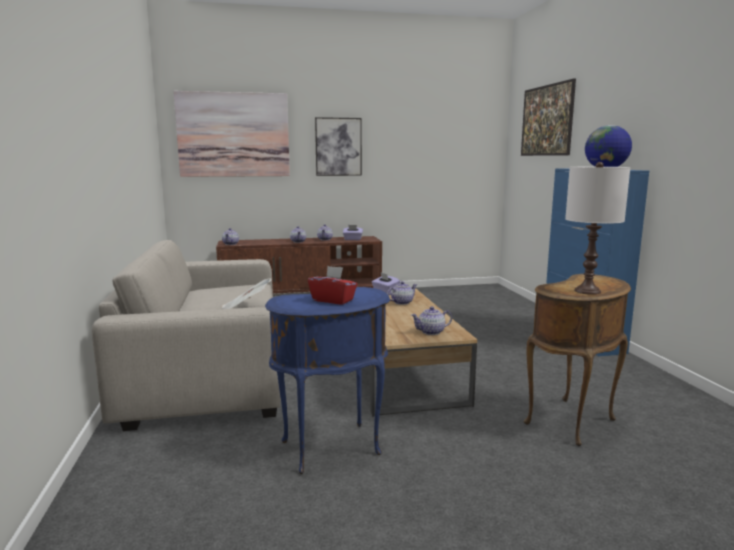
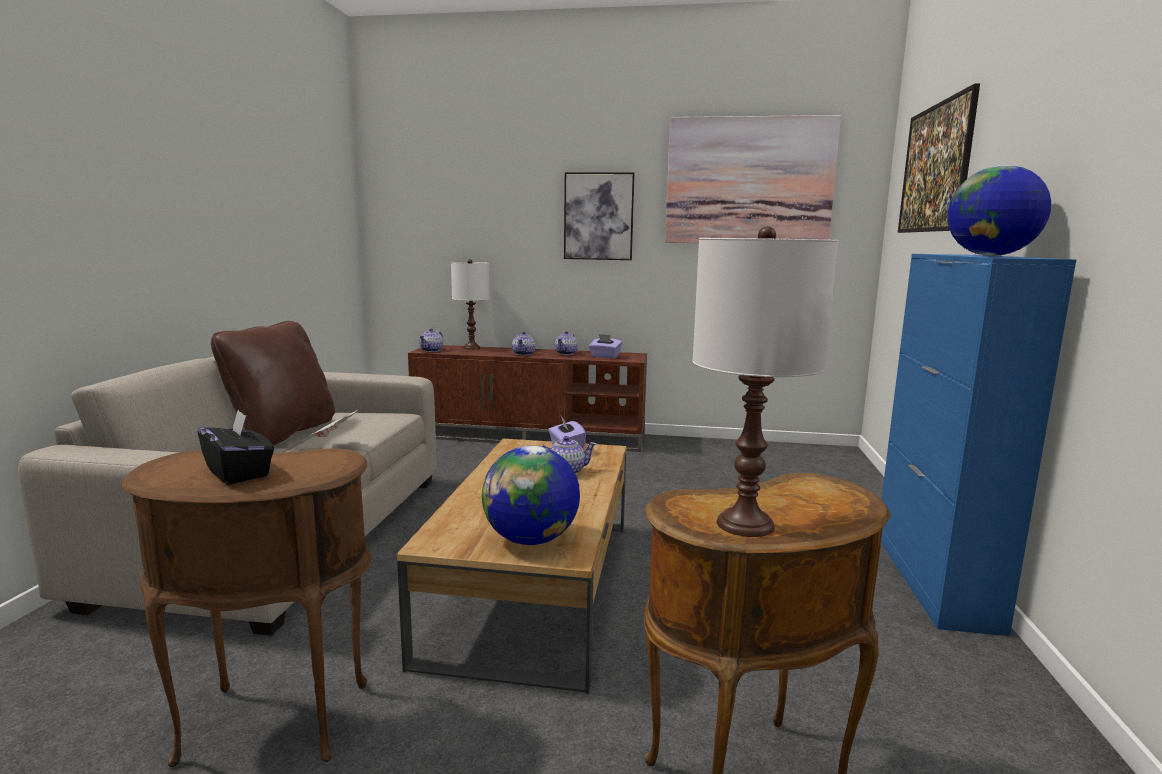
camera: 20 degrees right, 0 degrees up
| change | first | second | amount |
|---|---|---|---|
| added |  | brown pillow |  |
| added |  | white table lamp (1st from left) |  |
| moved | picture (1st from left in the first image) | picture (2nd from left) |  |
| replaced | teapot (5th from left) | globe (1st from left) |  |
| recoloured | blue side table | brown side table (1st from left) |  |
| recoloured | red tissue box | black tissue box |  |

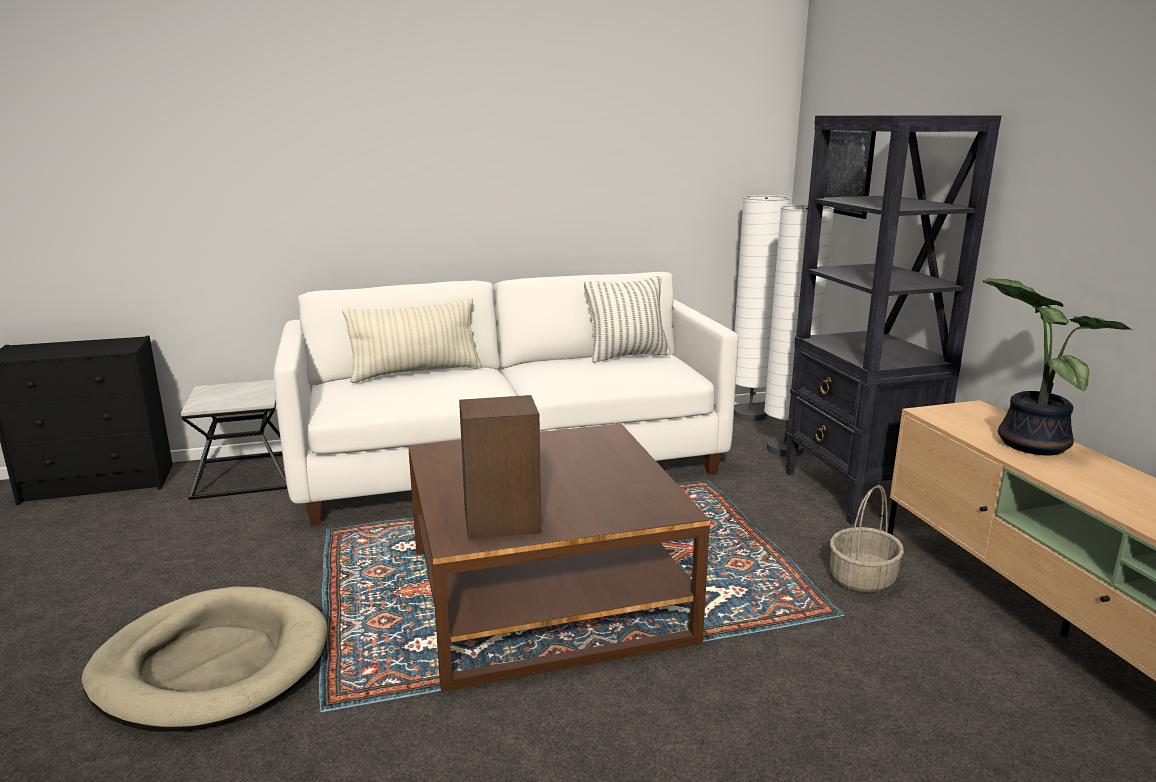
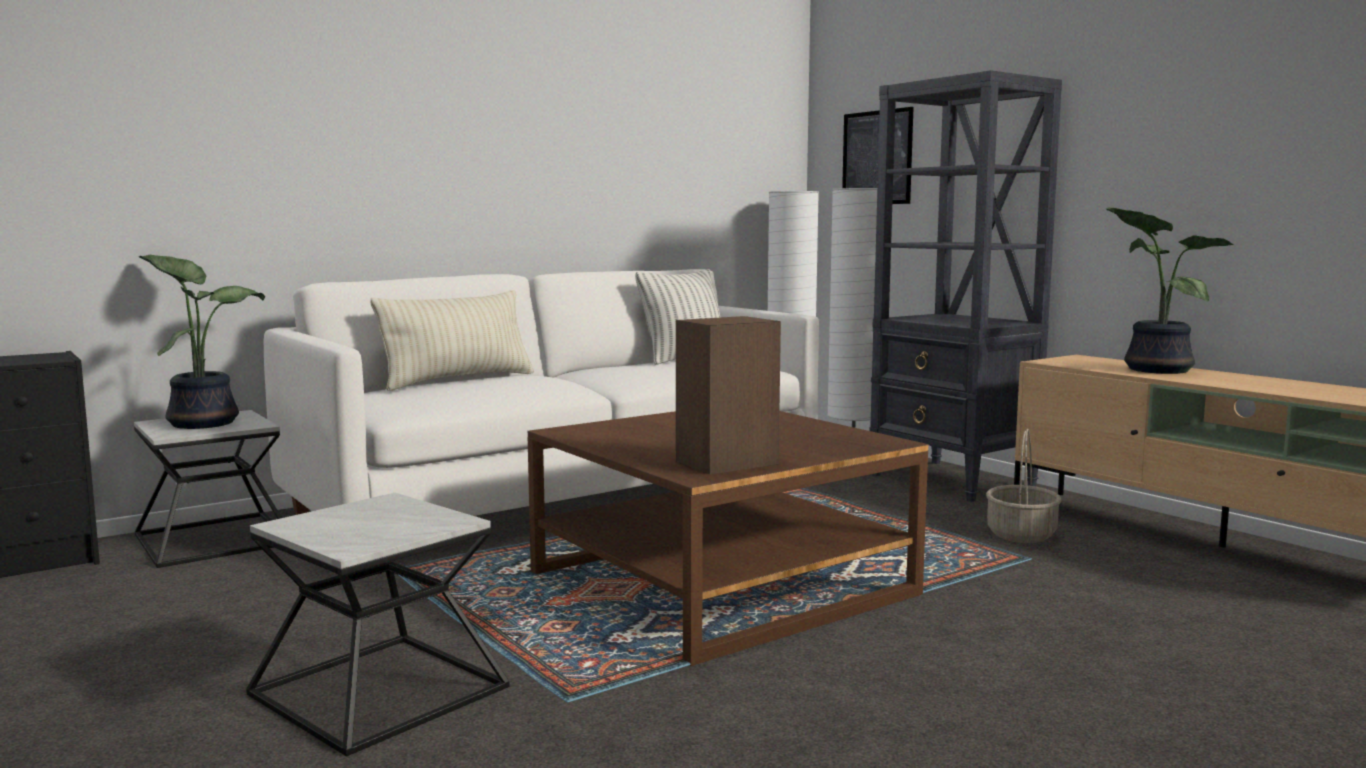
camera: 20 degrees left, 10 degrees down
| change | first | second | amount |
|---|---|---|---|
| added |  | potted plant (1st from left) |  |
| replaced | beige dog bed | side table (2nd from left) |  |

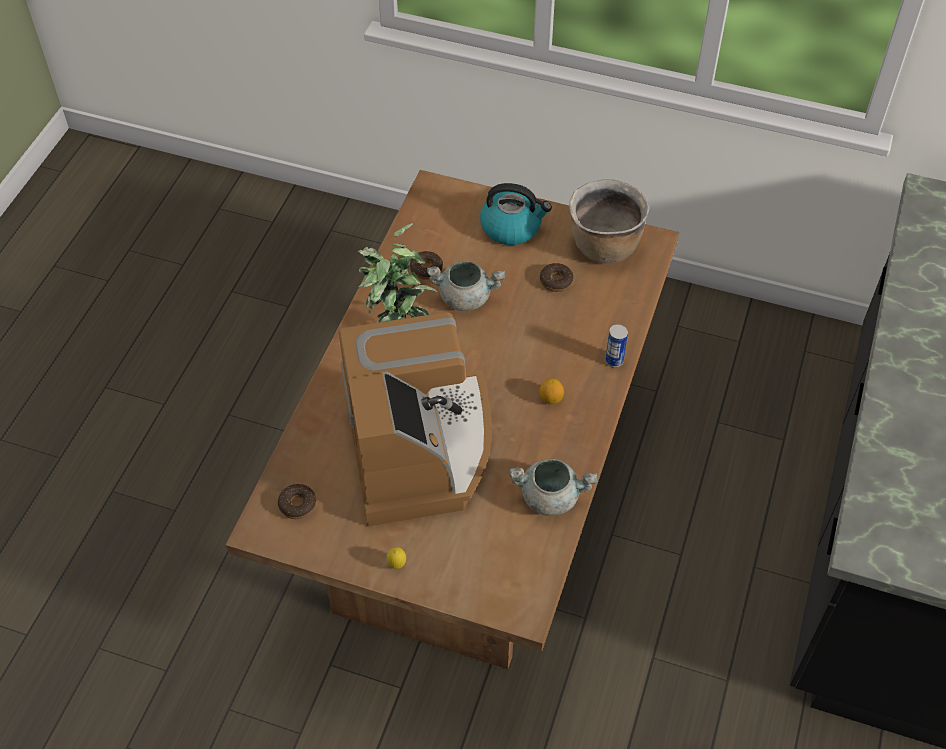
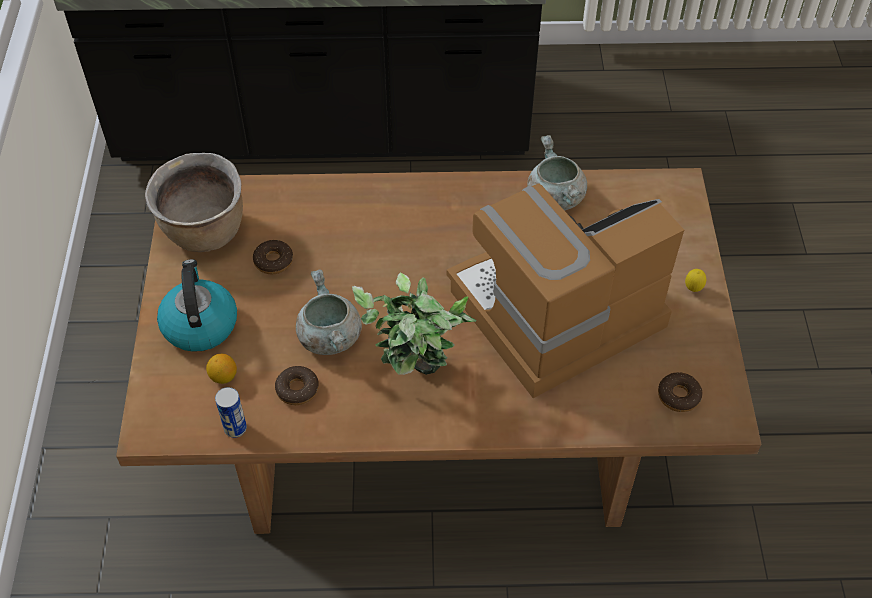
camera: 110 degrees left, 0 degrees up
| change | first | second | amount |
|---|---|---|---|
| moved | lemon (2nd from left in the first image) | lemon (1st from left) |  |
| moved | can |  |  |

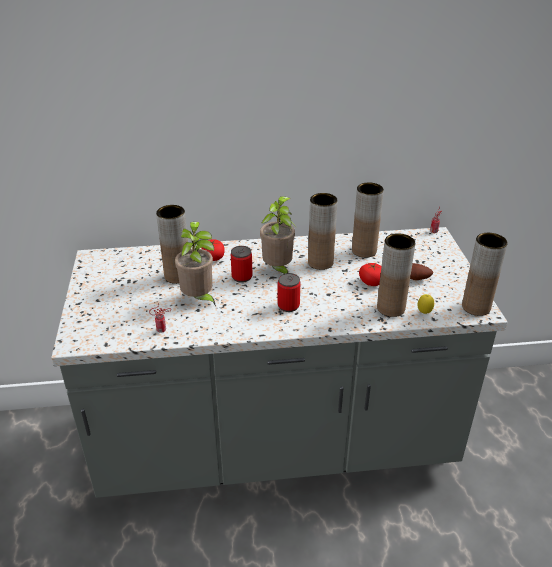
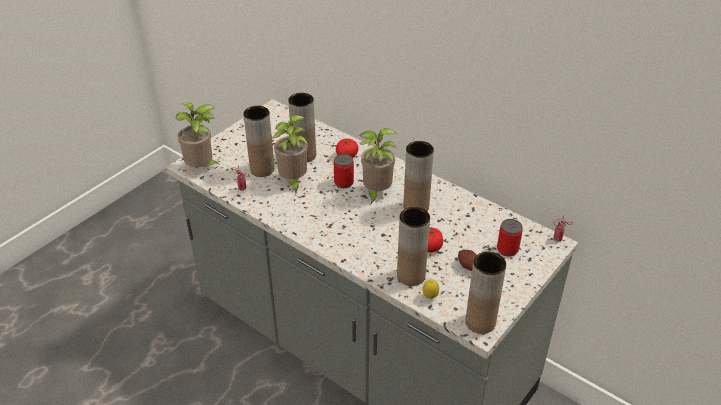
camera: 45 degrees right, 5 degrees up
| change | first | second | amount |
|---|---|---|---|
| added |  | potted plant (1st from left) |  |
| moved | can (3rd from left) |  |  |
| moved | brown vase (3rd from left in the first image) | brown vase (1st from left) |  |

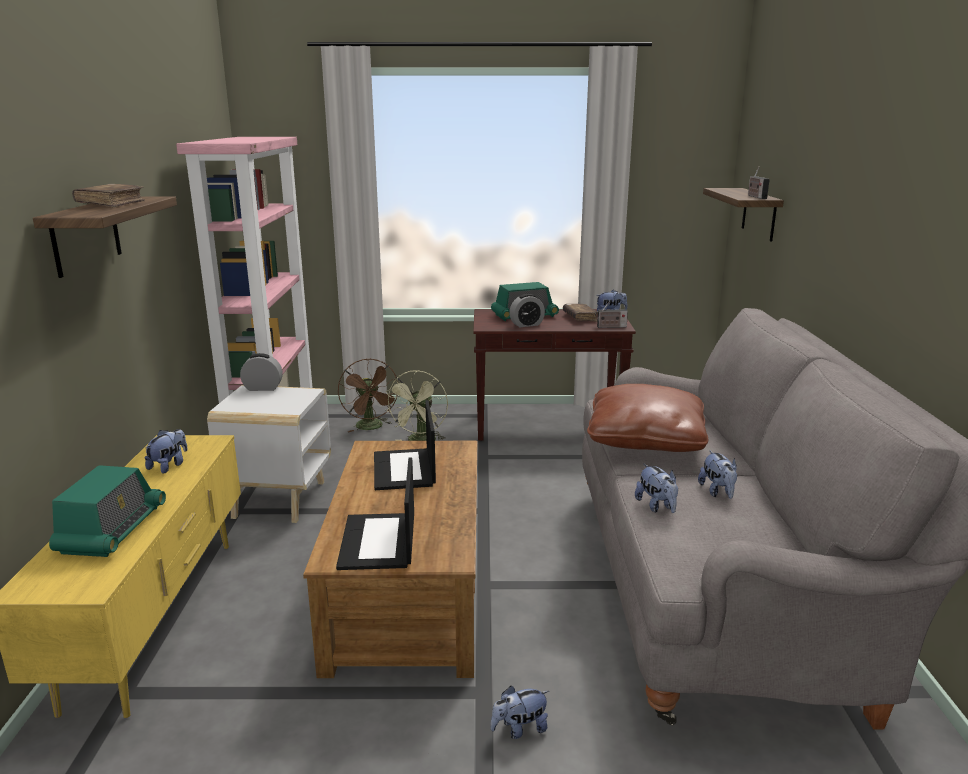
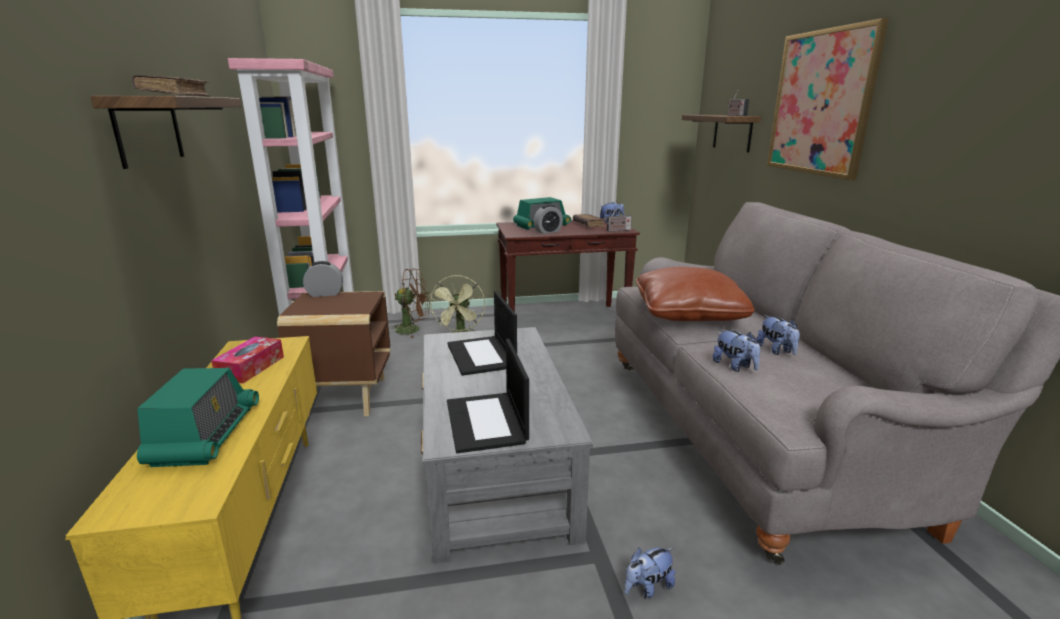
camera: 10 degrees left, 0 degrees up
| change | first | second | amount |
|---|---|---|---|
| added |  | picture |  |
| replaced | plush toy (1st from left) | tissue box |  |
| recoloured | white side table | brown side table |  |
| recoloured | brown coffee table | grey coffee table |  |
| turned | brown fan |  | 60 degrees counterclockwise |

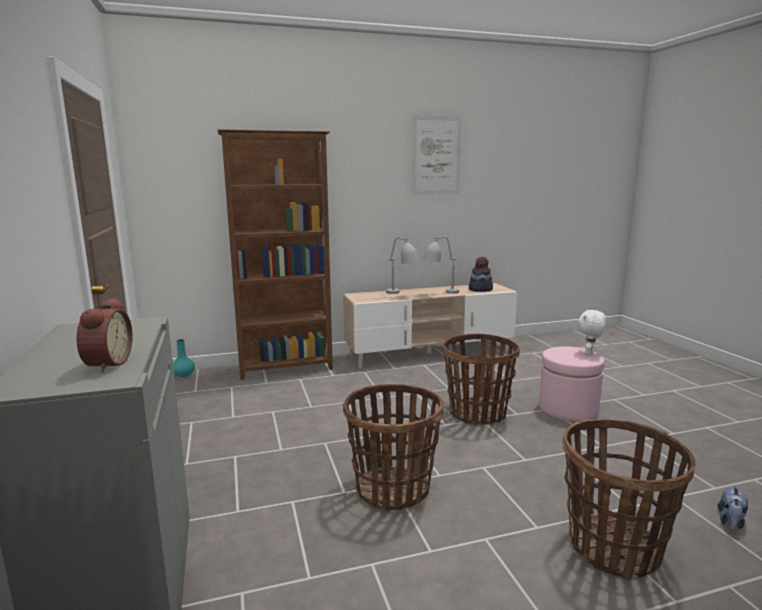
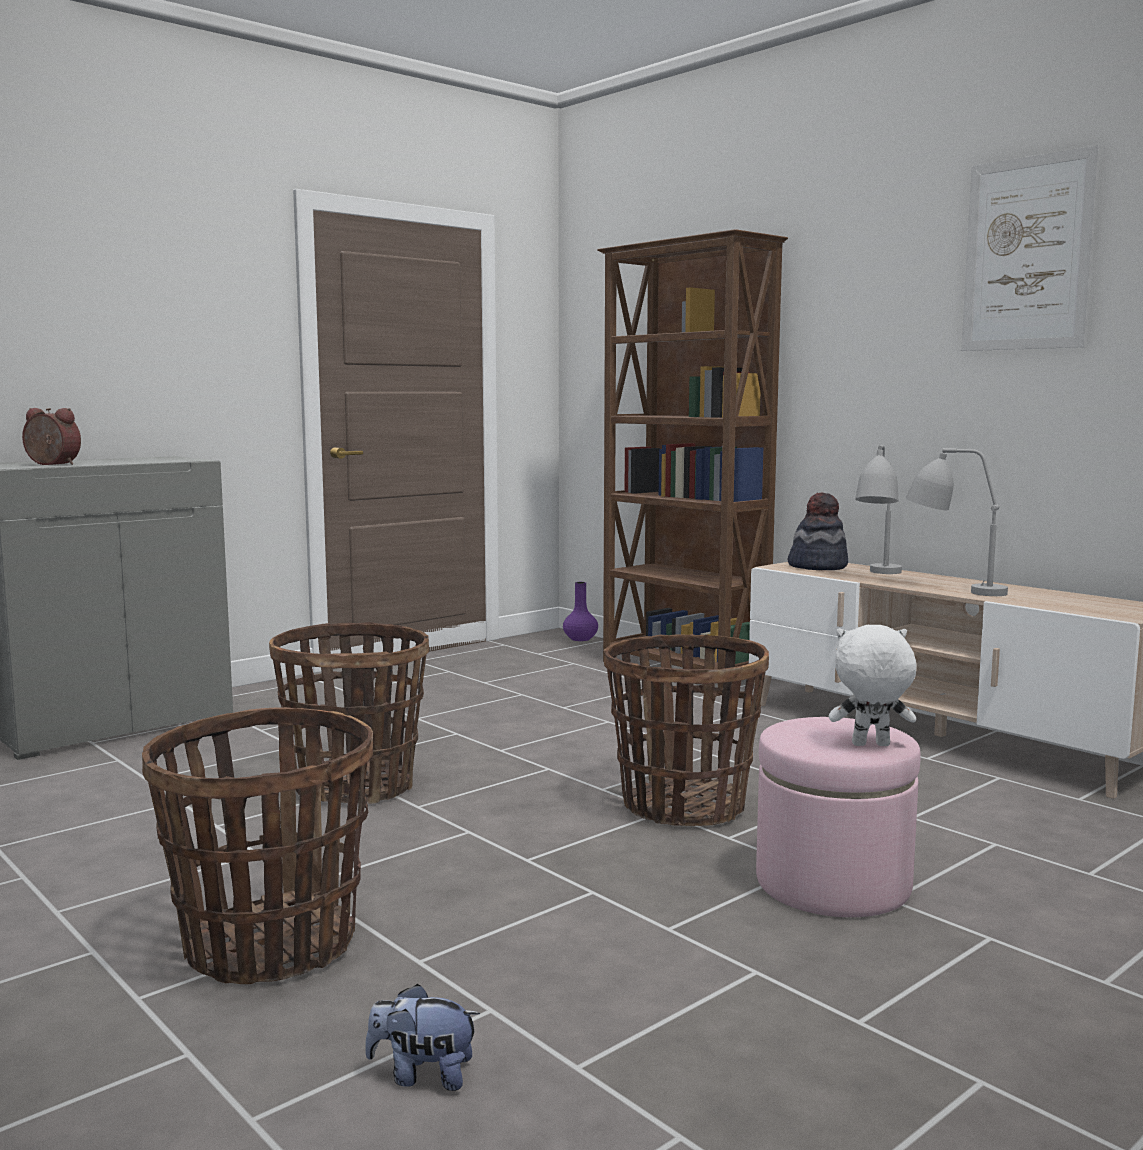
camera: 65 degrees right, 5 degrees down
| change | first | second | amount |
|---|---|---|---|
| moved | hat |  |  |
| recoloured | turquoise vase | purple vase |  |
| turned | alarm clock |  | 135 degrees counterclockwise |

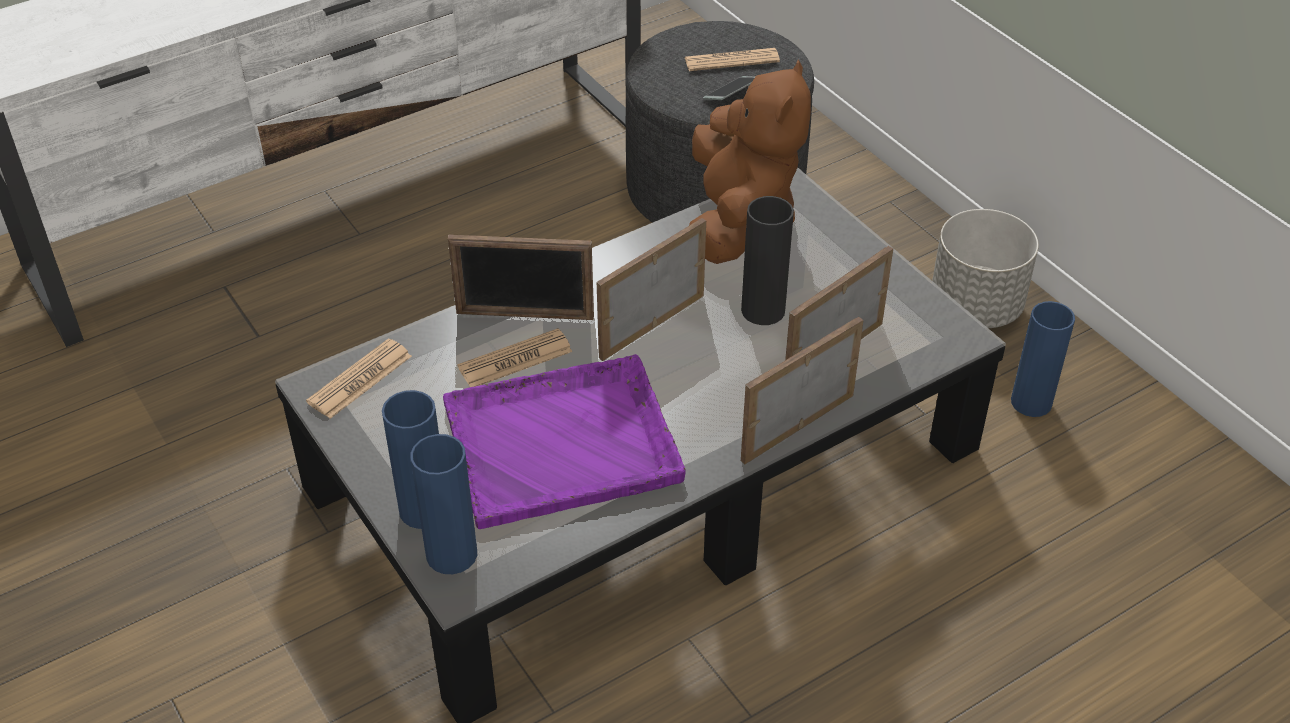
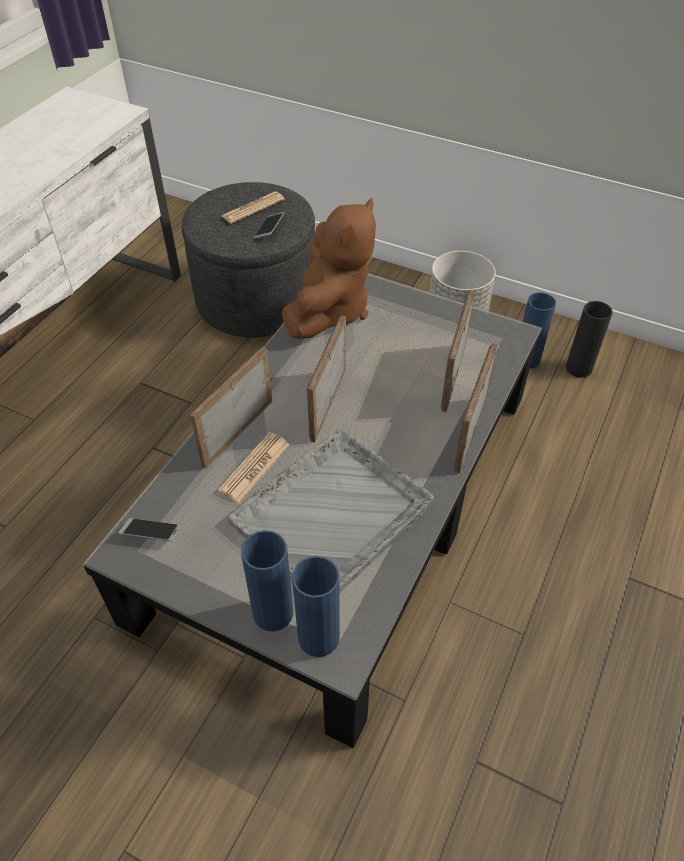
camera: 30 degrees left, 5 degrees up
| change | first | second | amount |
|---|---|---|---|
| moved | black vase |  |  |
| replaced | newspaper (1st from left) | phone (1st from left) |  |
| recoloured | purple tray | grey tray |  |
| turned | picture frame (1st from left) |  | 150 degrees clockwise |
| turned | brown plush toy |  | 45 degrees clockwise |

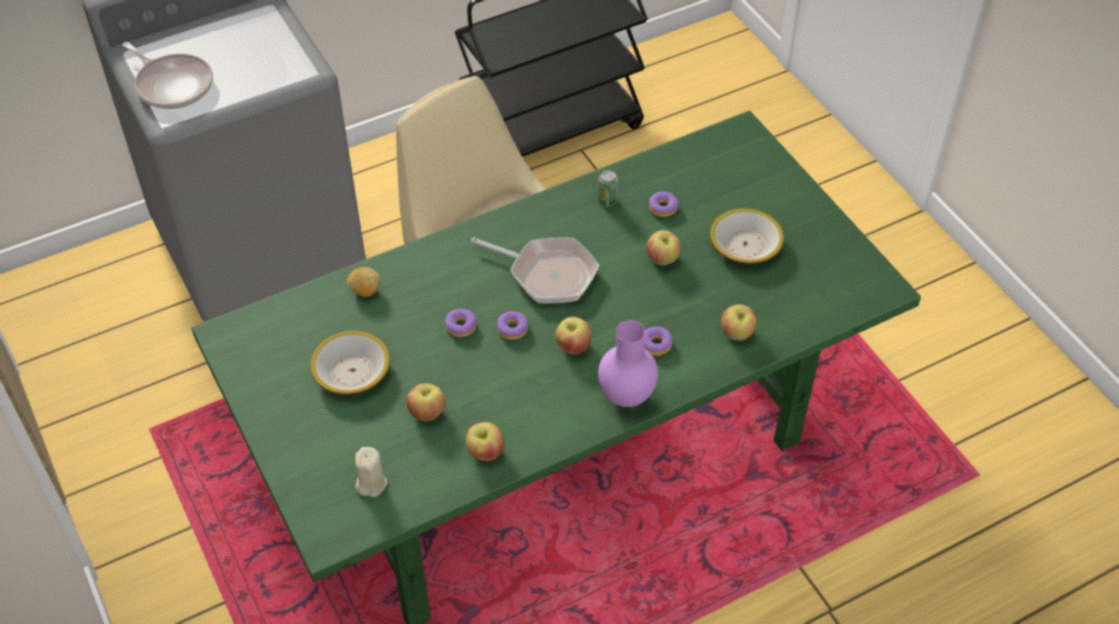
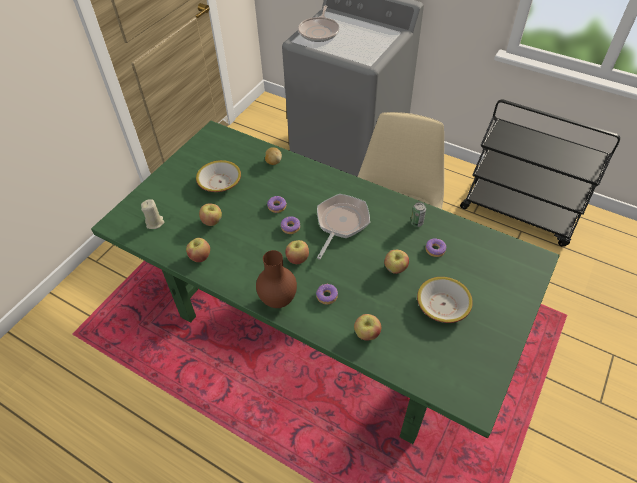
camera: 60 degrees right, 0 degrees up
| change | first | second | amount |
|---|---|---|---|
| recoloured | purple vase | brown vase |  |
| turned | frying pan (2nd from left) |  | 150 degrees counterclockwise |

